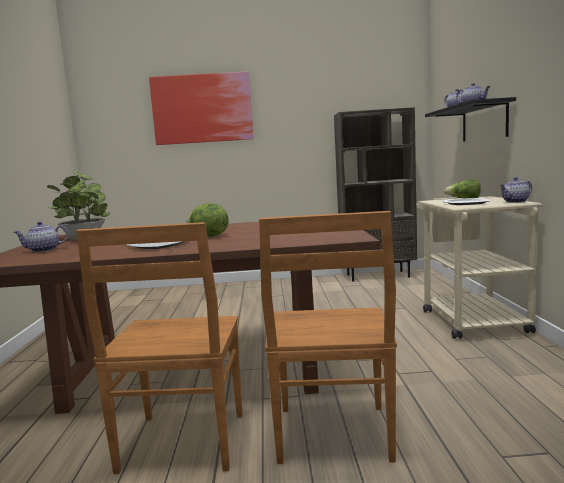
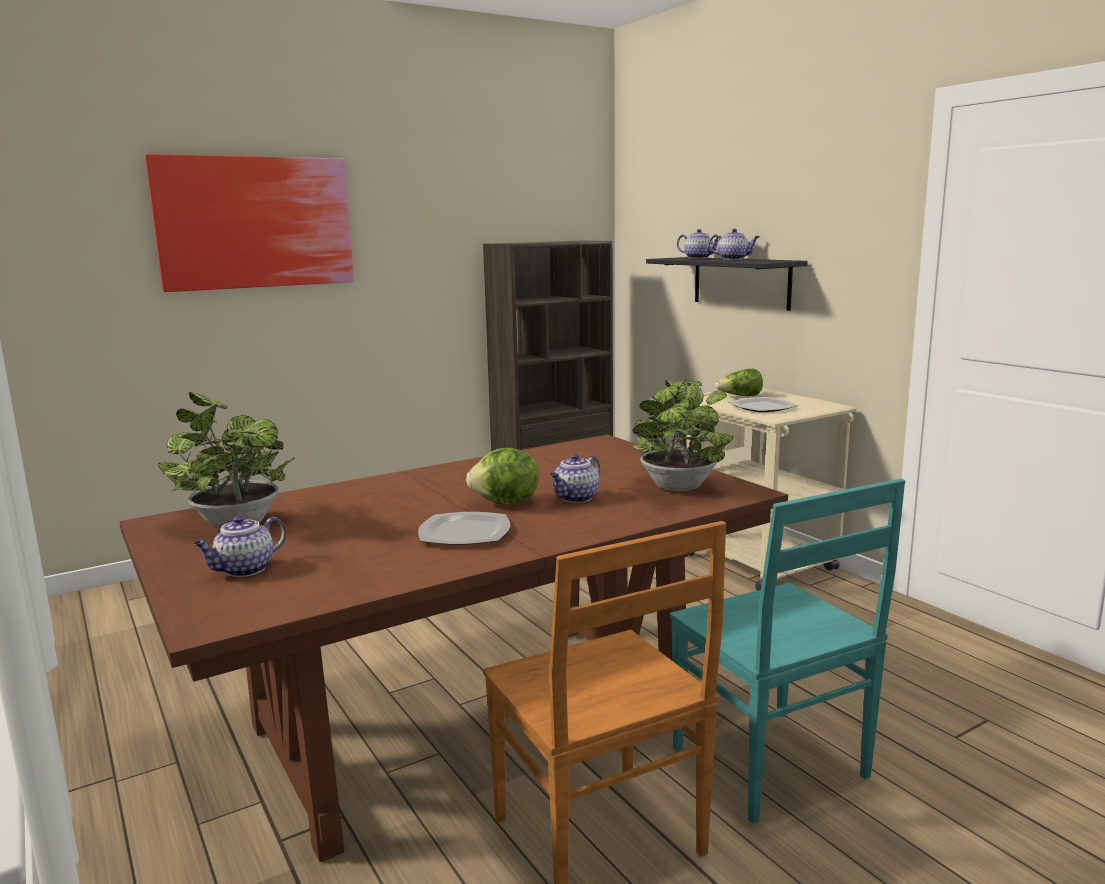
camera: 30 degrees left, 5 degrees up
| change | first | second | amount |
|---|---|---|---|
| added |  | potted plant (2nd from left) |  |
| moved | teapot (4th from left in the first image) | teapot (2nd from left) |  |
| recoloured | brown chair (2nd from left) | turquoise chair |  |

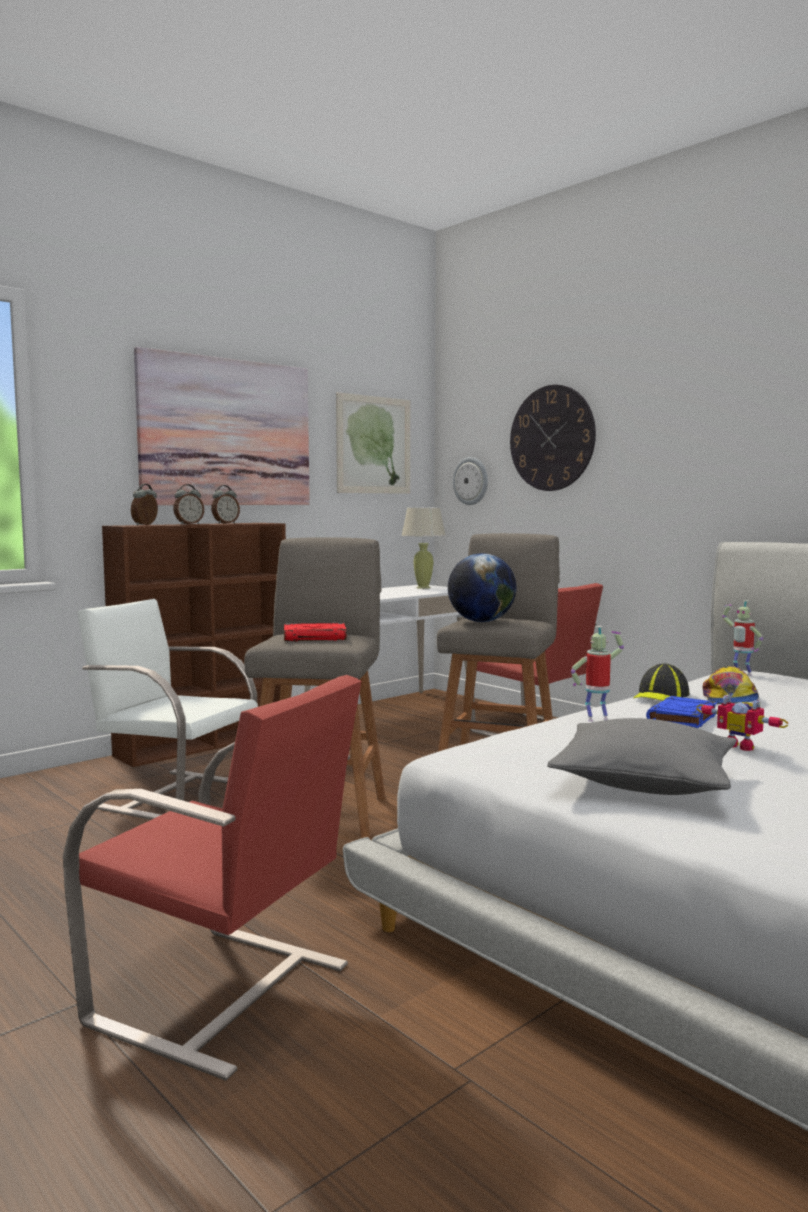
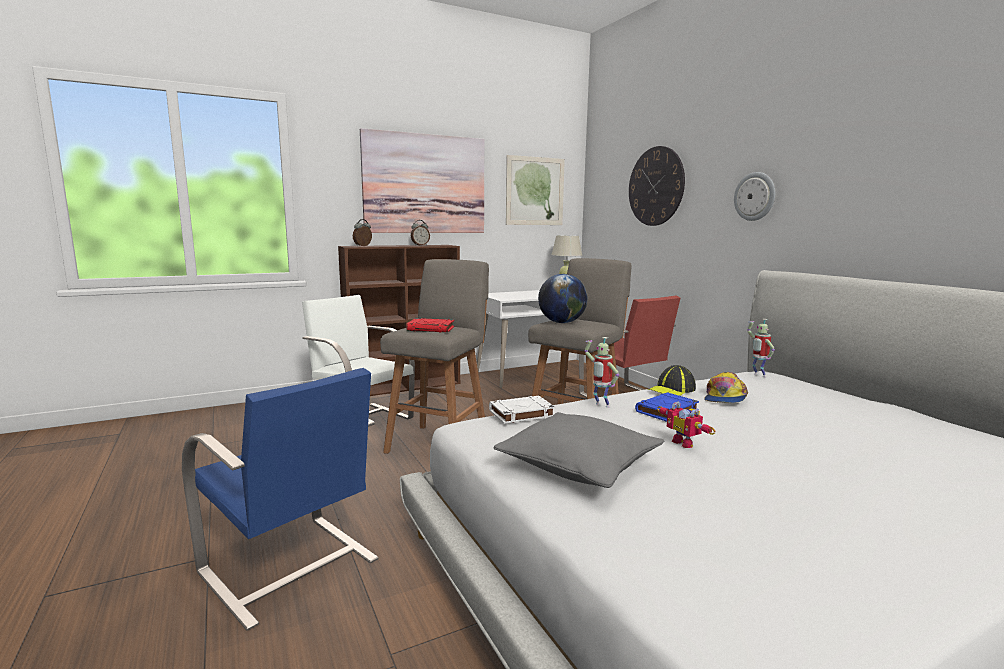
camera: 15 degrees right, 5 degrees up
| change | first | second | amount |
|---|---|---|---|
| removed | alarm clock (2nd from left) |  |  |
| added |  | white book |  |
| moved | wall clock (1st from left in the first image) | wall clock (2nd from left) |  |
| recoloured | red chair (1st from left) | blue chair |  |
| turned | toy robot (1st from left) |  | 135 degrees counterclockwise |

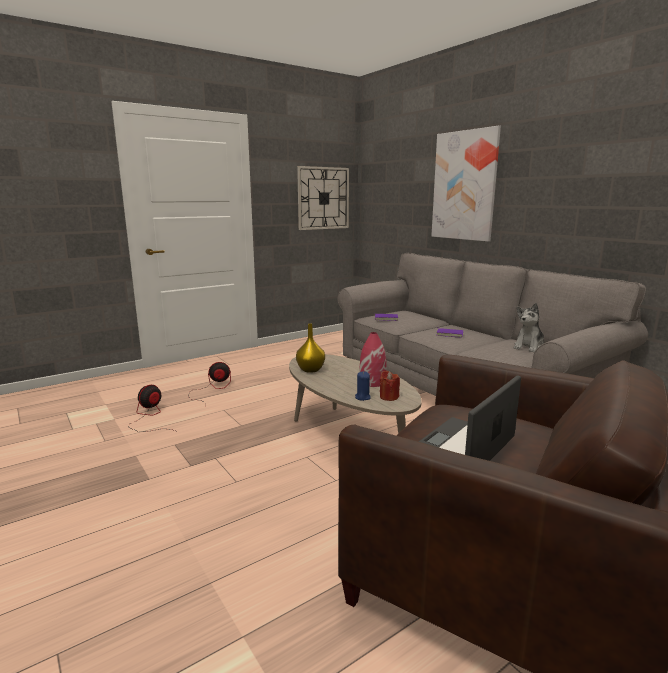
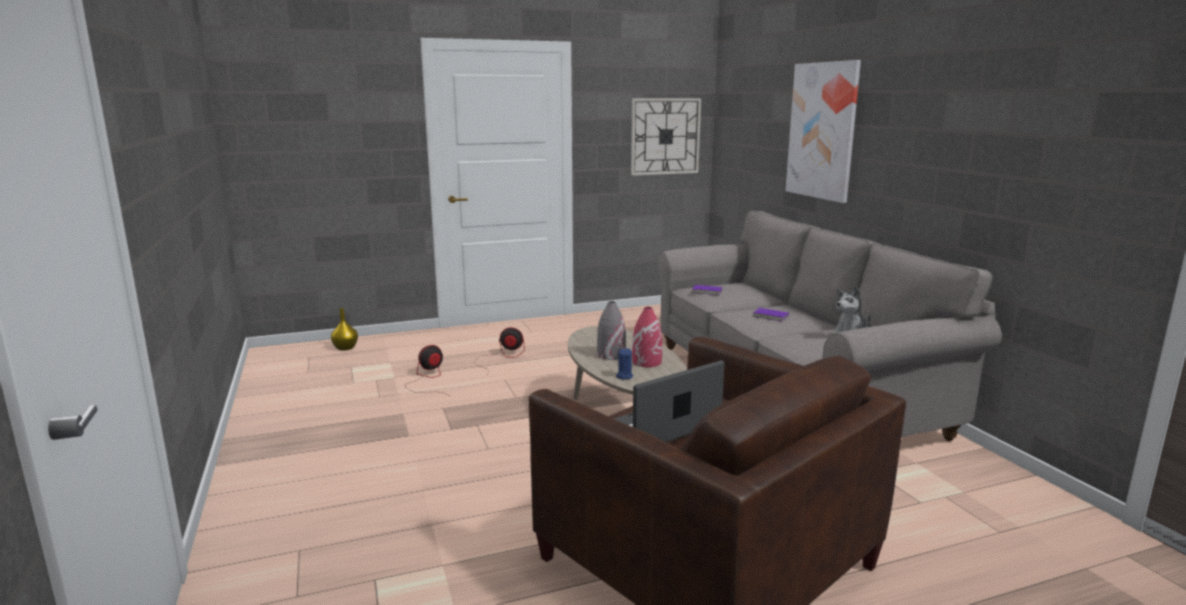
camera: 15 degrees right, 0 degrees up
| change | first | second | amount |
|---|---|---|---|
| removed | red candle |  |  |
| added |  | grey vase |  |
| moved | yellow vase |  |  |

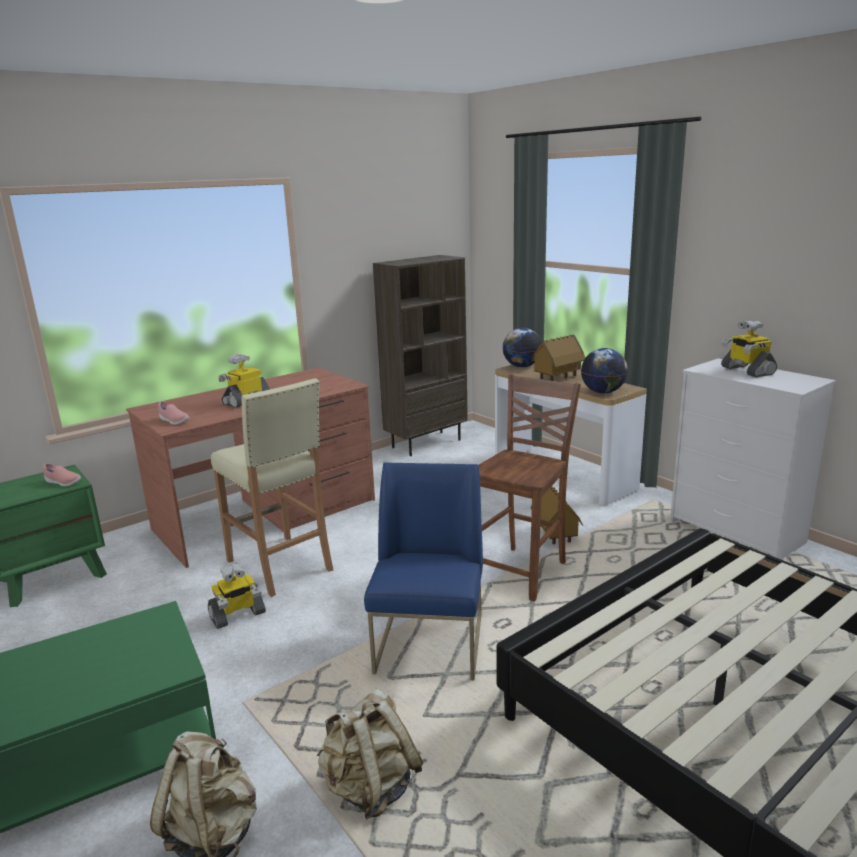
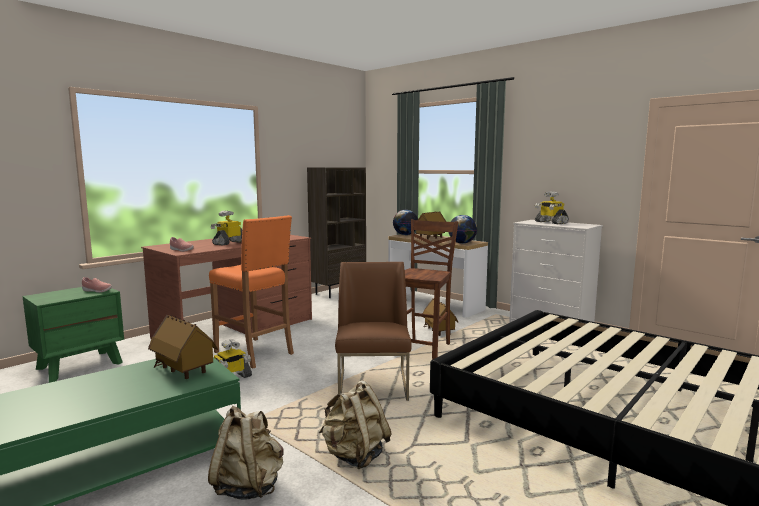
camera: 10 degrees left, 10 degrees down
| change | first | second | amount |
|---|---|---|---|
| added |  | toy house (1st from left) |  |
| recoloured | beige stool | orange stool |  |
| recoloured | blue chair | brown chair (1st from left) |  |

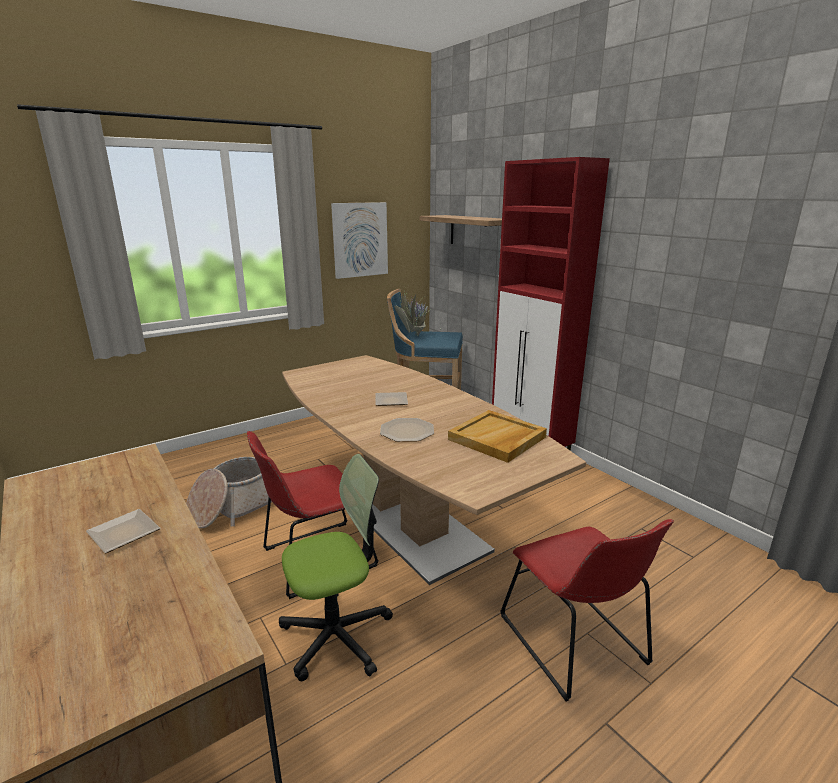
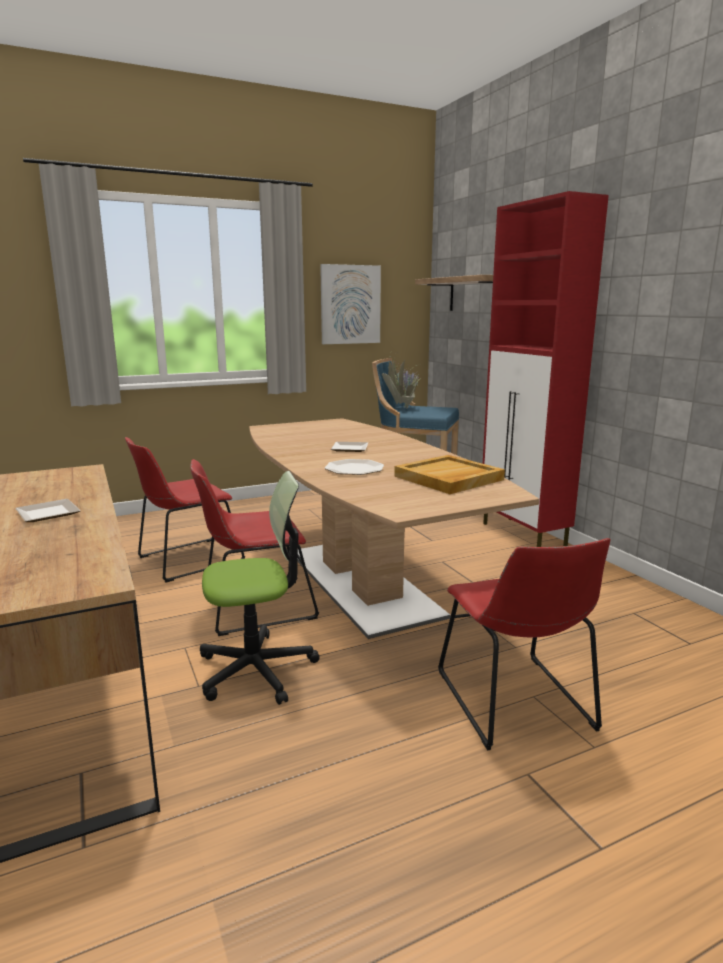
camera: 10 degrees right, 5 degrees down
| change | first | second | amount |
|---|---|---|---|
| replaced | basket | red chair (1st from left) |  |

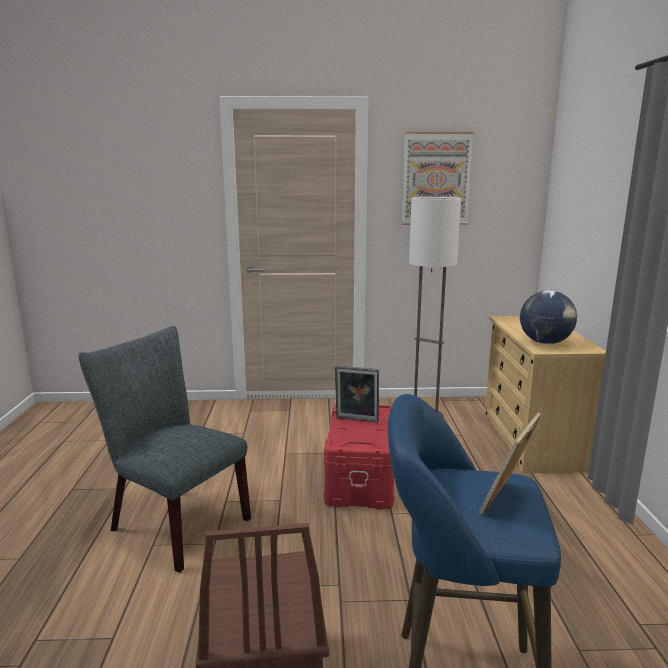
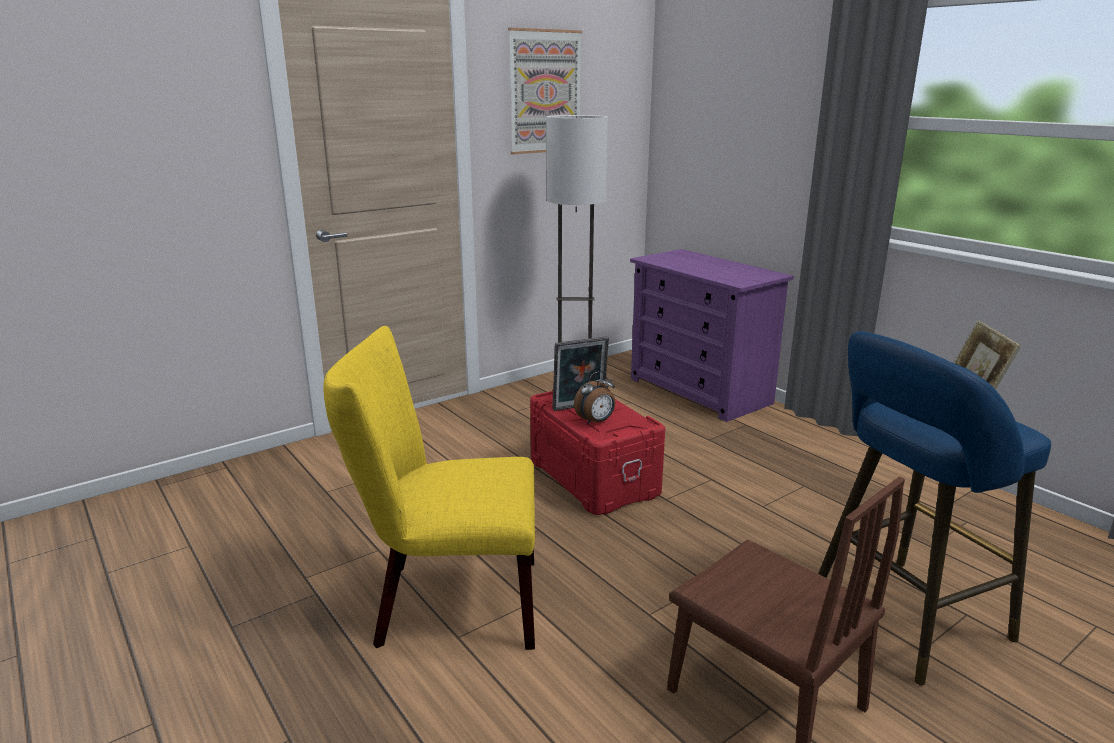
camera: 35 degrees left, 5 degrees up
| change | first | second | amount |
|---|---|---|---|
| removed | globe |  |  |
| added |  | alarm clock |  |
| recoloured | grey chair | yellow chair |  |
| recoloured | beige dresser | purple dresser |  |

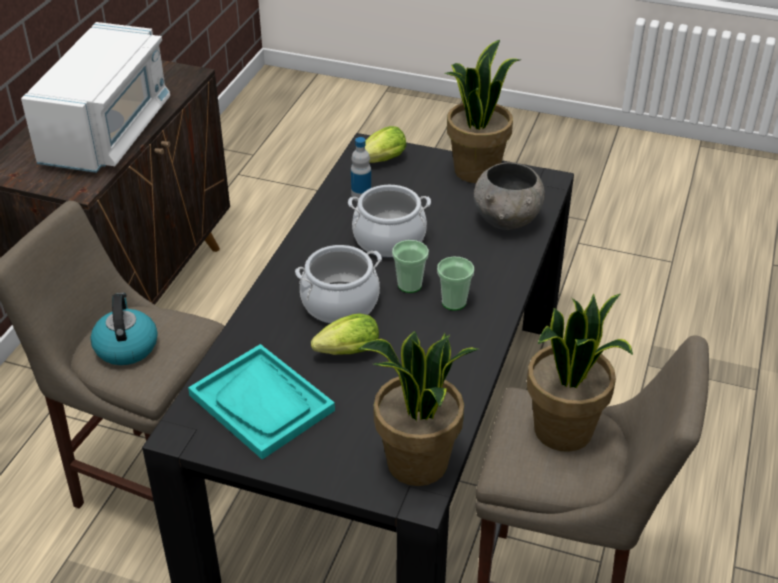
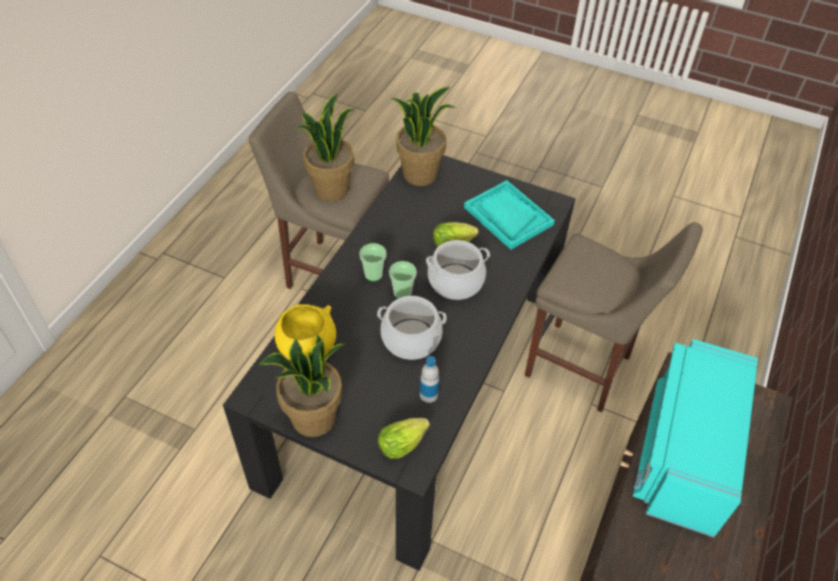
camera: 175 degrees left, 10 degrees up
| change | first | second | amount |
|---|---|---|---|
| removed | kettle |  |  |
| recoloured | white microwave | turquoise microwave |  |
| recoloured | grey bowl | yellow bowl |  |

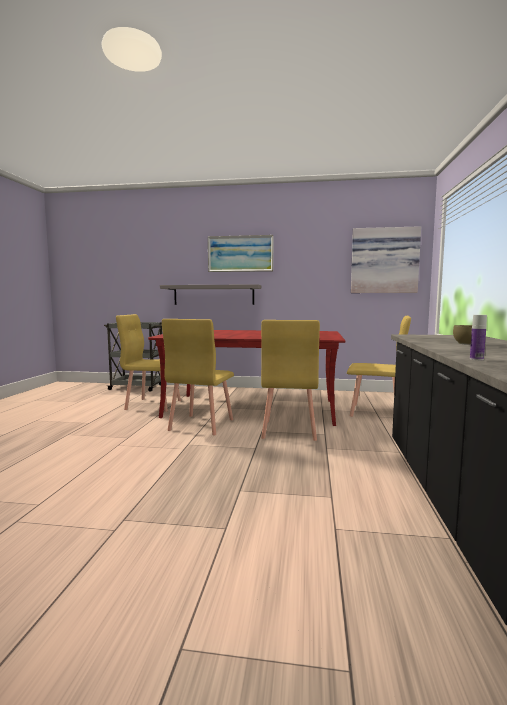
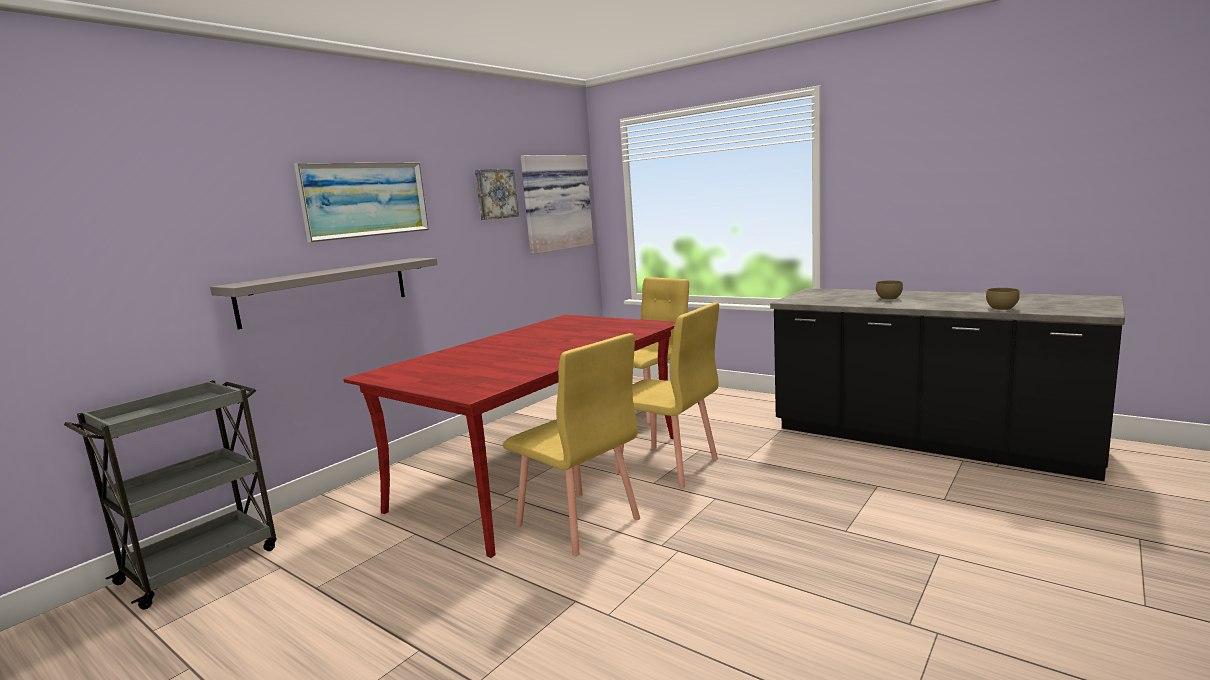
camera: 60 degrees left, 5 degrees up
| change | first | second | amount |
|---|---|---|---|
| removed | yellow chair (1st from left) |  |  |
| added |  | picture (2nd from left) |  |
| replaced | bottle | brown bowl (2nd from left) |  |

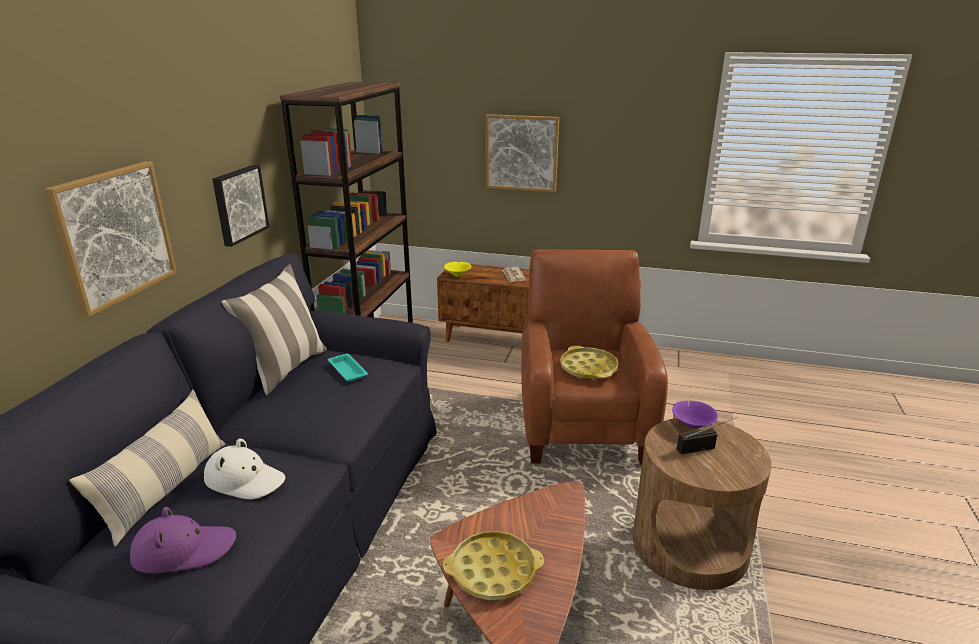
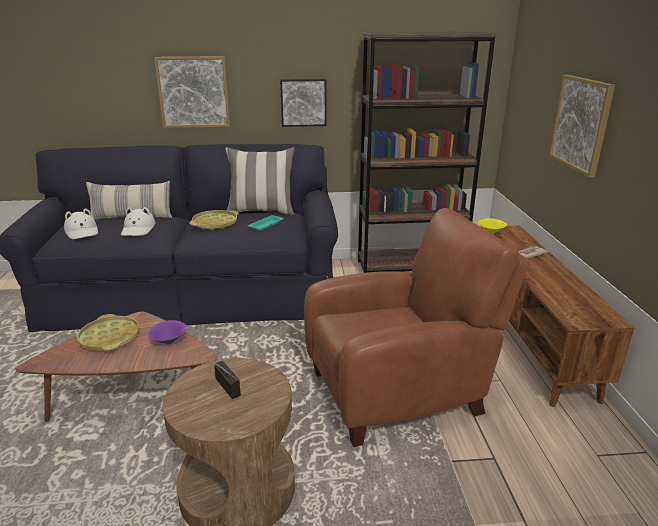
camera: 70 degrees right, 0 degrees up
| change | first | second | amount |
|---|---|---|---|
| moved | yellow tray (2nd from left) |  |  |
| moved | purple bowl |  |  |
| recoloured | purple hat | white hat (1st from left) |  |

